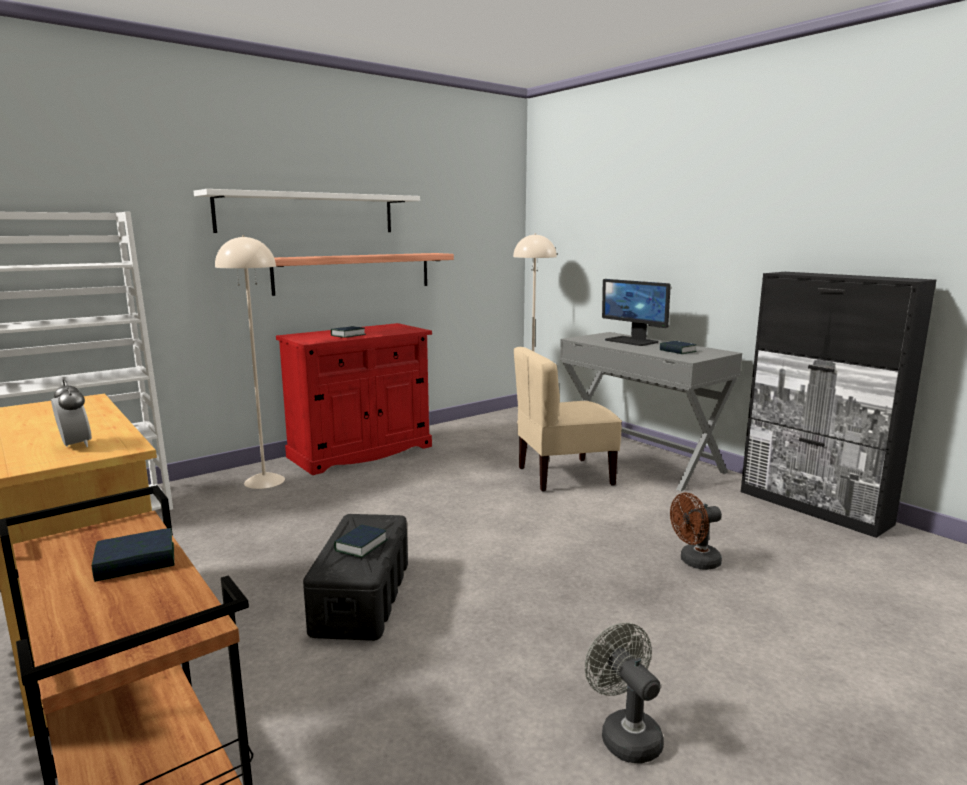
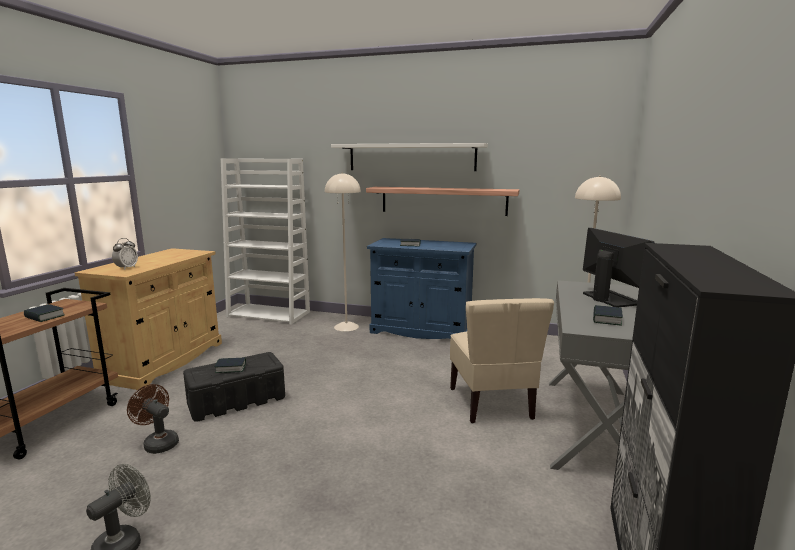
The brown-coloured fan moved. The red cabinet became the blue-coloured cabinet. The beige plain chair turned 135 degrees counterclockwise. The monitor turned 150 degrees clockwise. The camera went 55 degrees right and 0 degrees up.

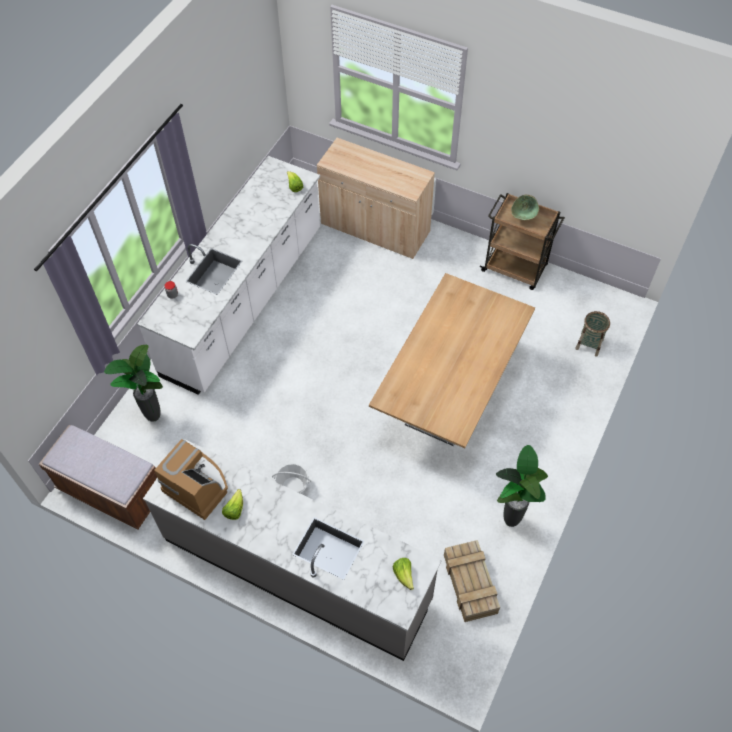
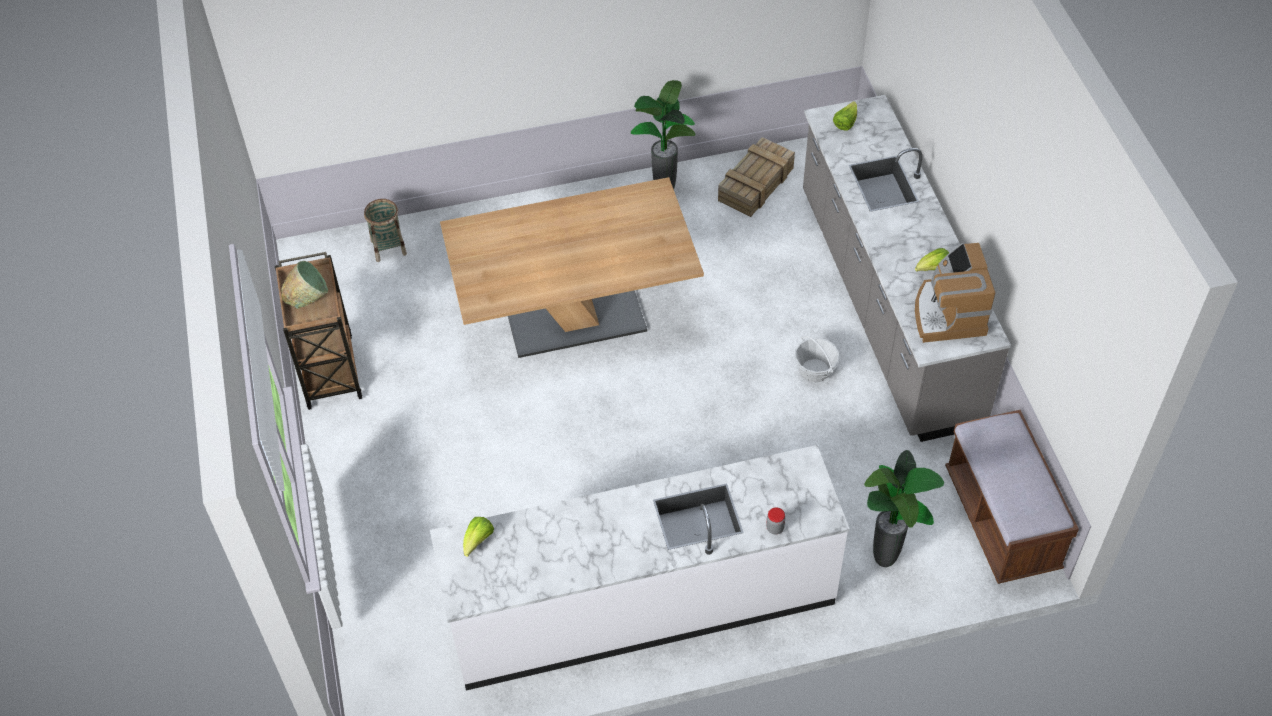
The beige cabinet disappeared. The camera went 130 degrees left and 5 degrees down.

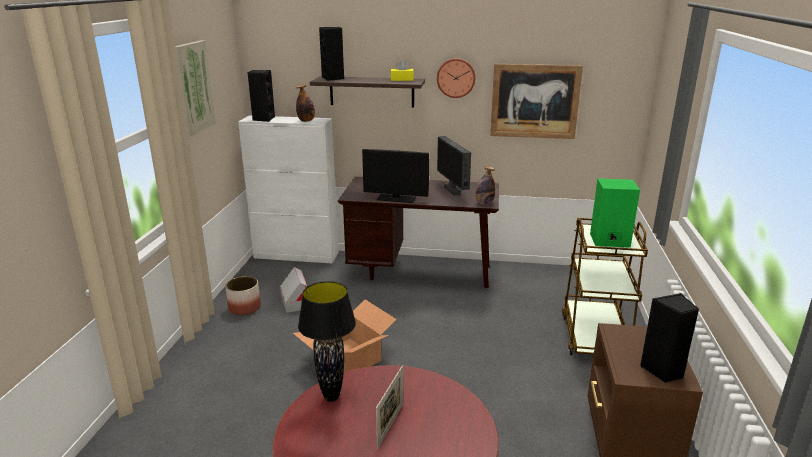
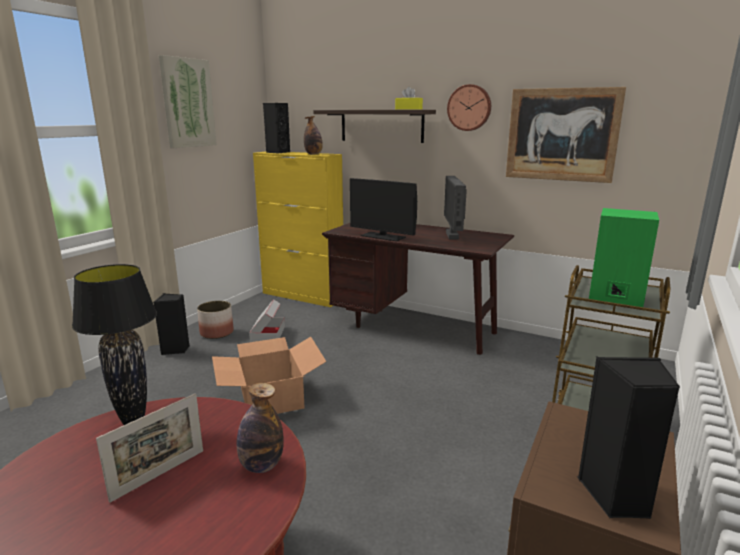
The black audio speaker (2nd from left in the first image) moved. The drink bottle (2nd from left in the first image) moved. The whitish cabinet became the yellowish cabinet. The camera went 20 degrees right and 5 degrees down.

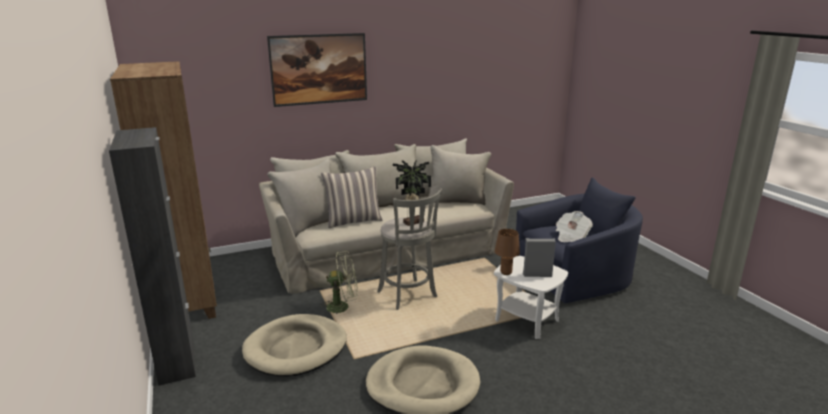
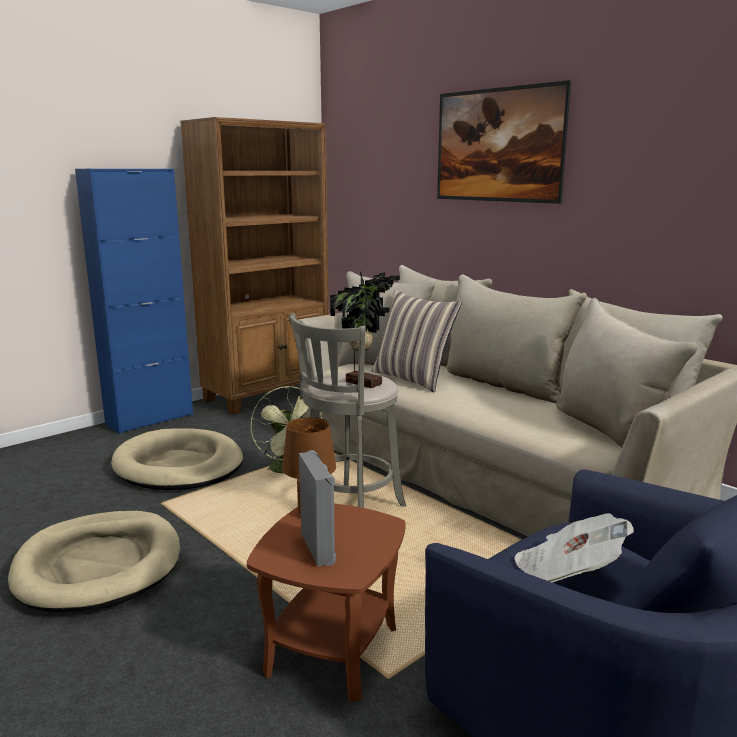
The black cabinet became the blue-coloured cabinet. The whitish end table became the brown-coloured end table. The camera went 70 degrees right and 5 degrees down.

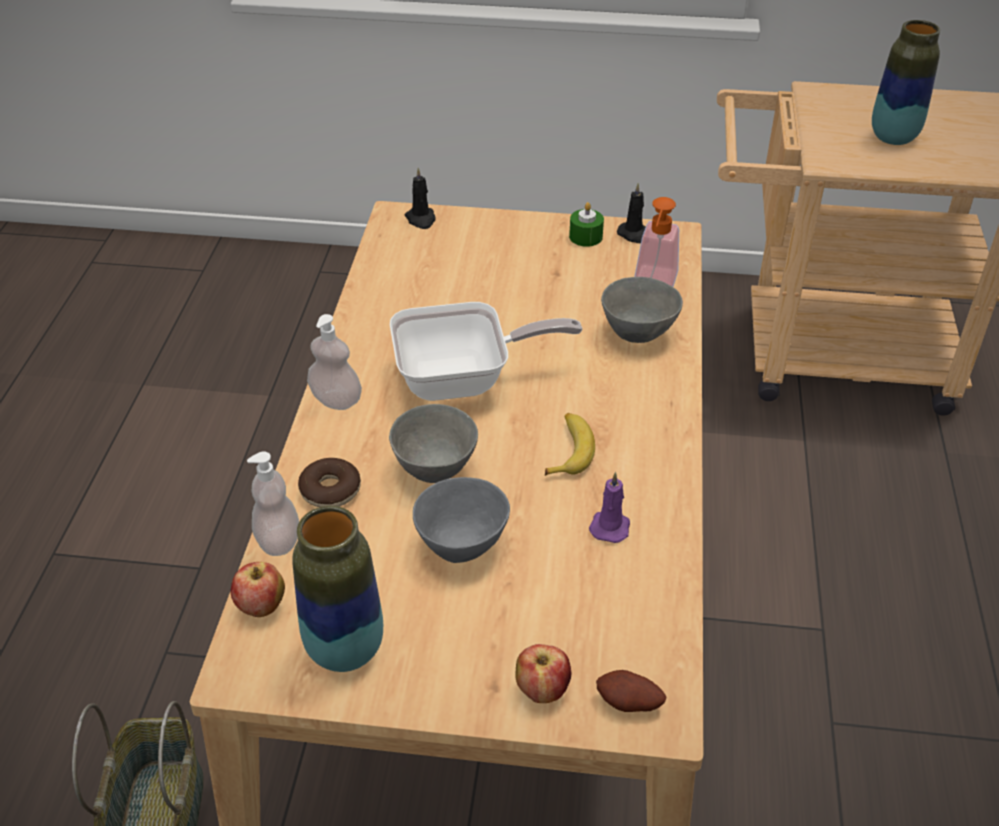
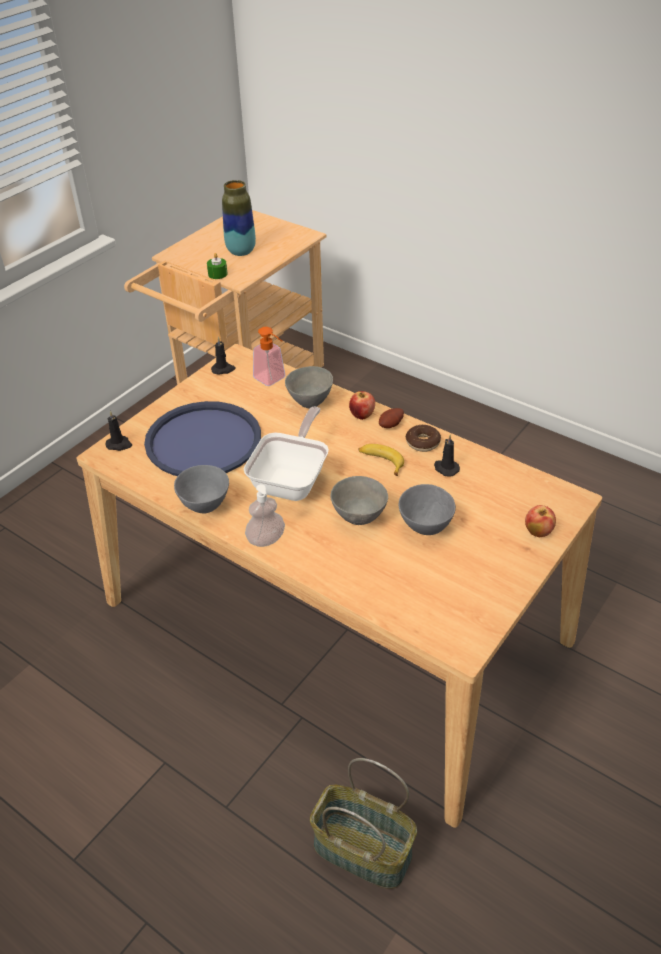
The blue-coloured serving tray appeared. The grey serving bowl (1st from left) appeared. The greenish wax light moved. The apple fruit (1st from left) moved. The potato moved. The doughnut moved. The purplish wax light became the black wax light (3rd from left). The liquid soap bottle (1st from left) disappeared. The flower vase (1st from left) disappeared. The camera went 60 degrees left and 0 degrees up.

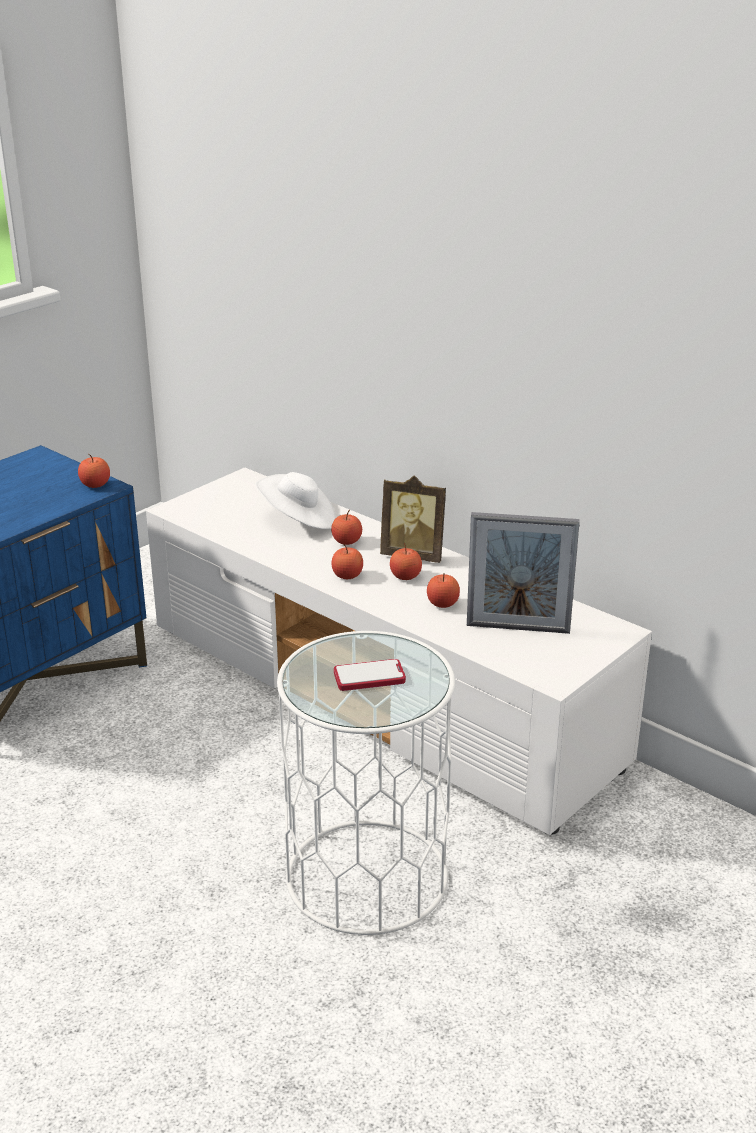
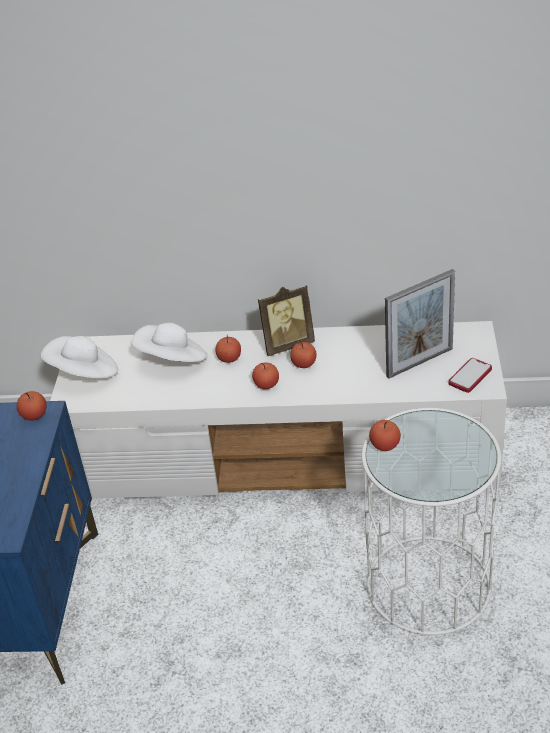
The whitish wearable hat (1st from left) appeared. The apple fruit (5th from left) moved. The phone moved. The camera went 35 degrees left and 10 degrees up.

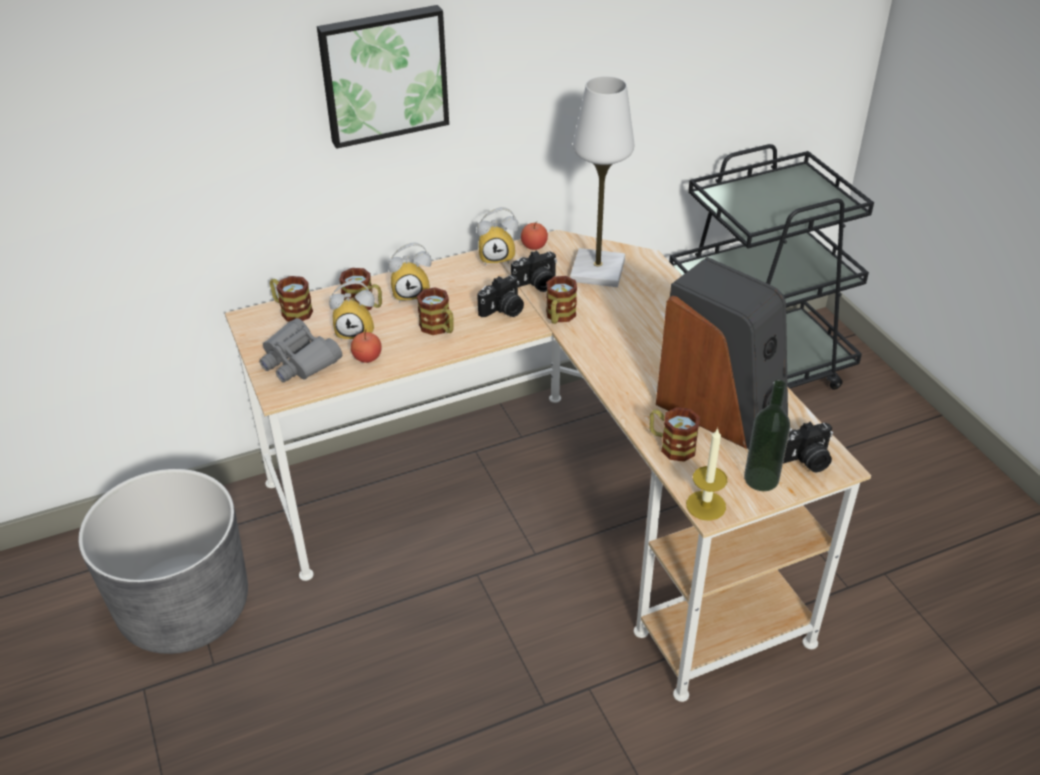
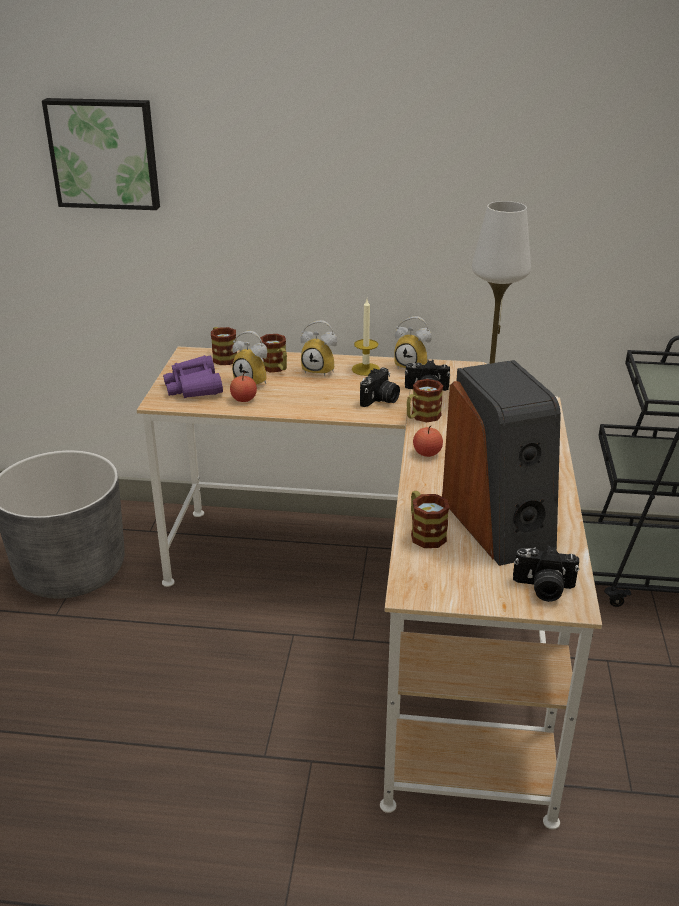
The wall art moved. The grey field glasses became the purplish field glasses. The wax light moved. The photo camera (1st from left) turned 45 degrees counterclockwise. The apple fruit (2nd from left) moved. The coffee mug (3rd from left) disappeared. The drink bottle disappeared. The camera went 30 degrees right and 10 degrees down.

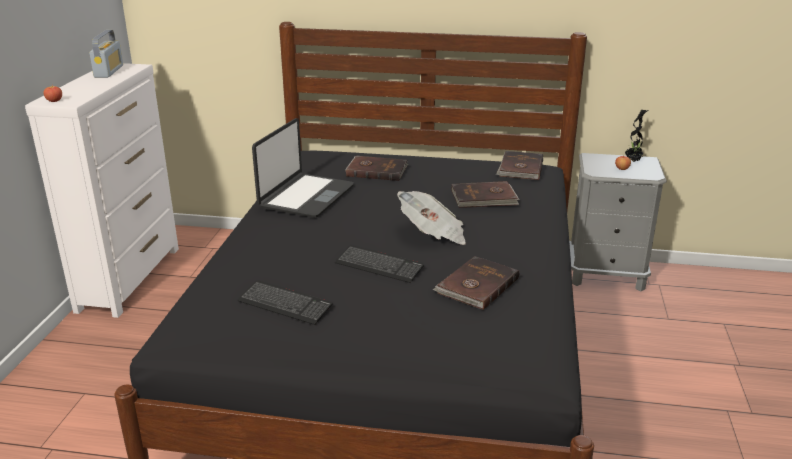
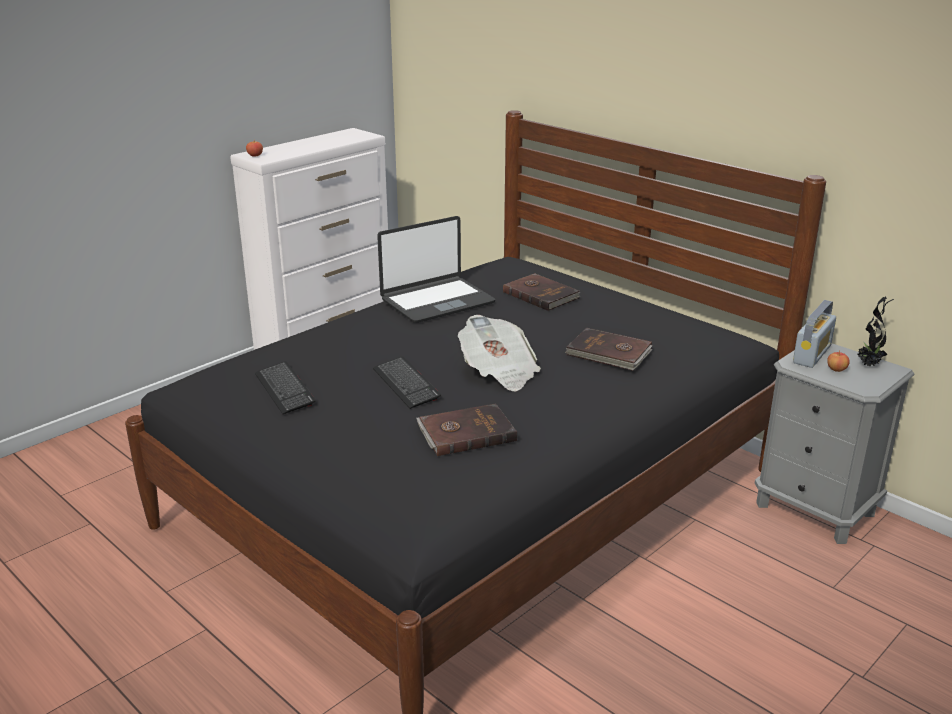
The radio receiver moved. The brown-coloured volume (4th from left) disappeared. The camera went 35 degrees right and 0 degrees up.

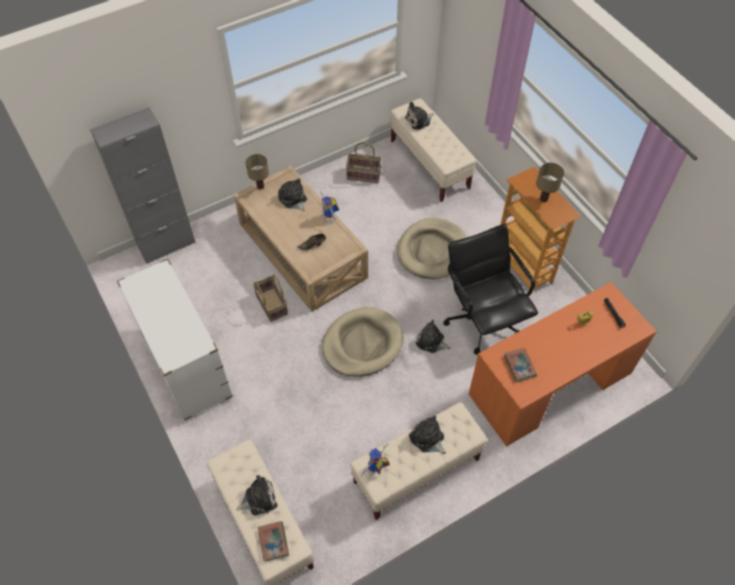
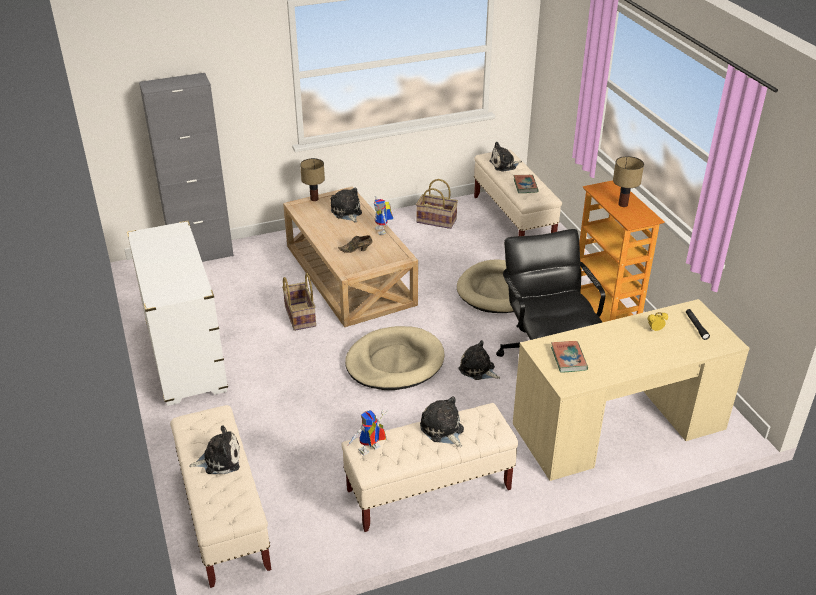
The volume (1st from left) moved. The orange-coloured desk table became the beige desk table. The camera went 10 degrees right and 20 degrees down.

